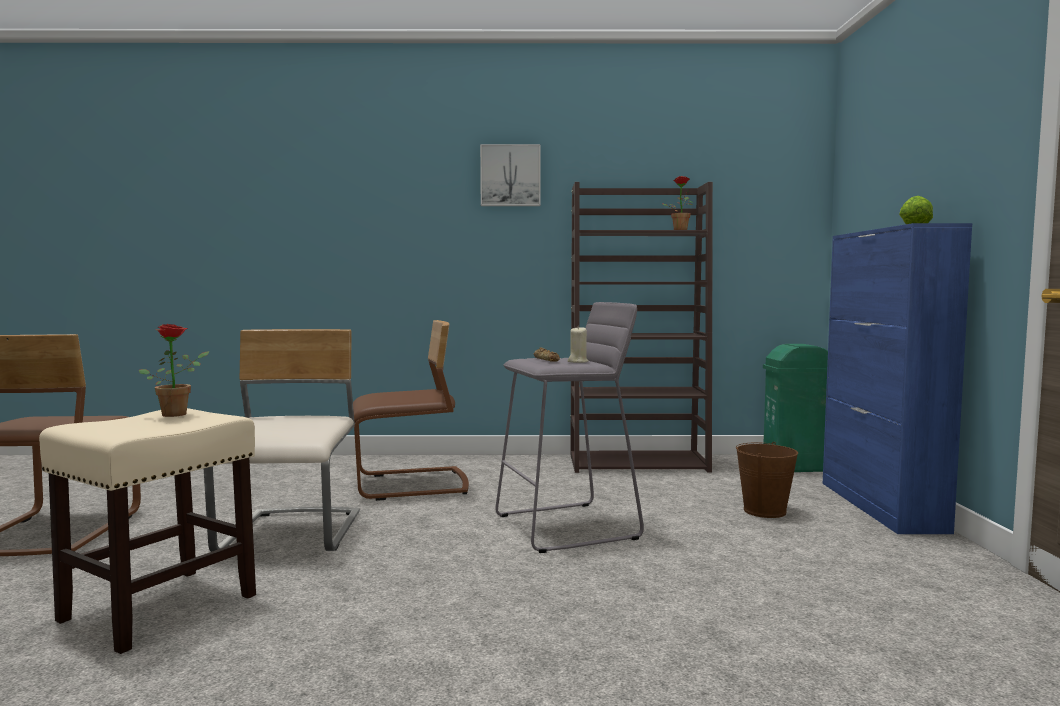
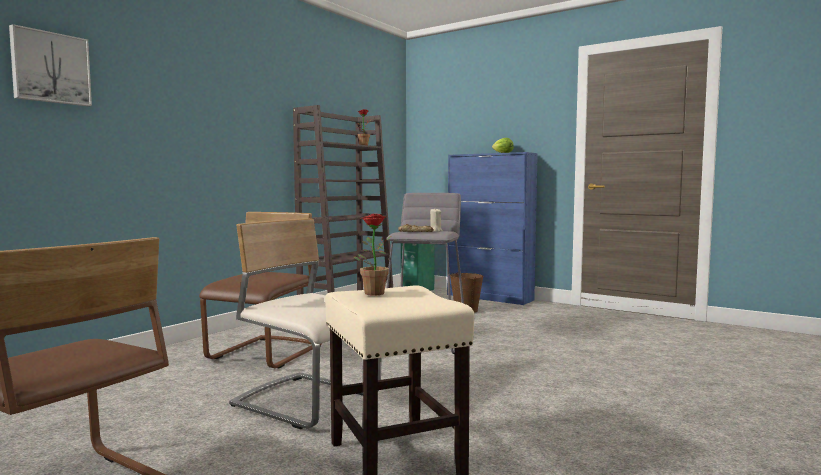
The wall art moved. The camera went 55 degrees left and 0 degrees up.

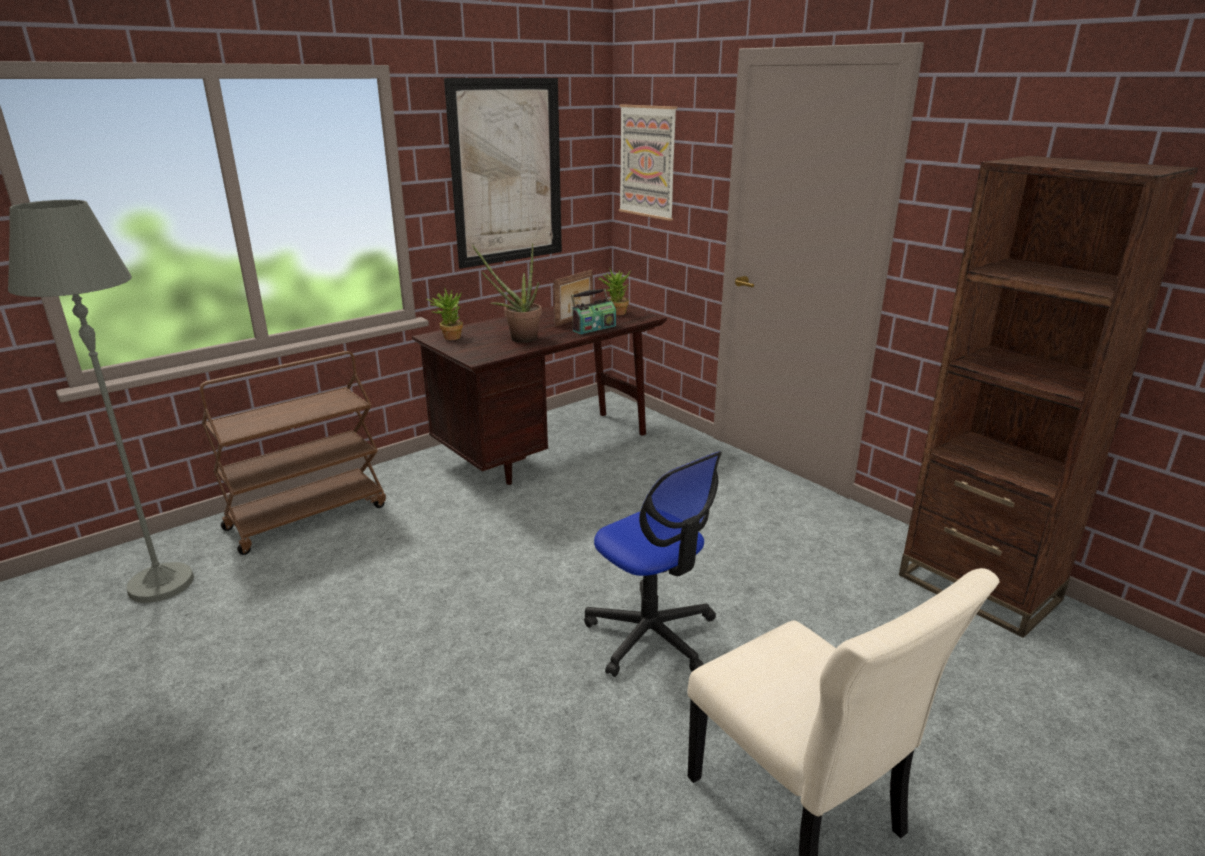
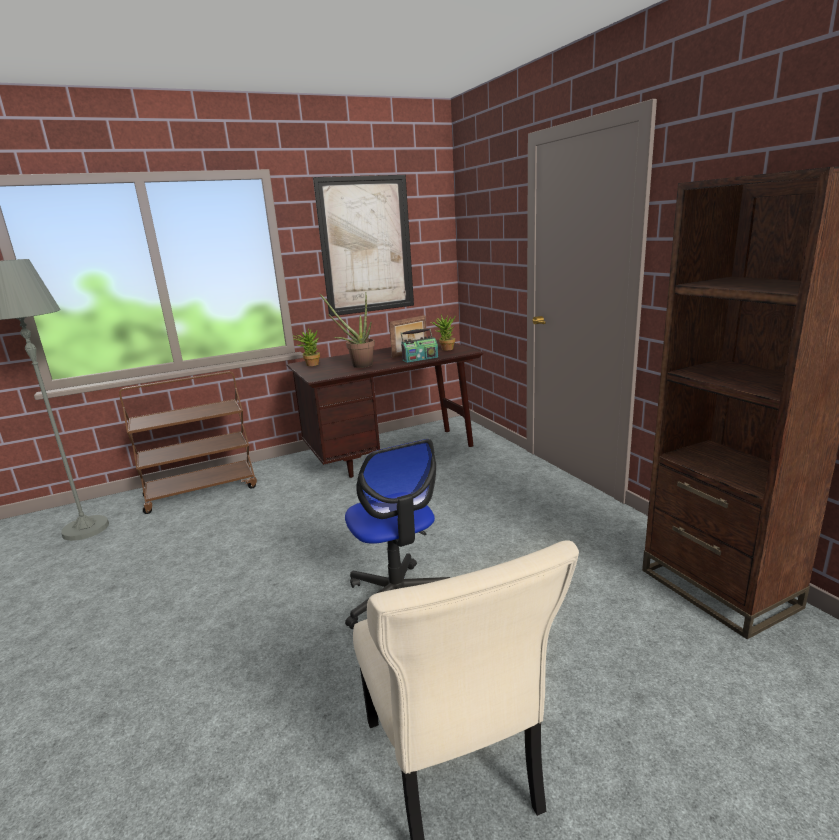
The wall art (2nd from left) disappeared. The camera went 15 degrees right and 5 degrees down.

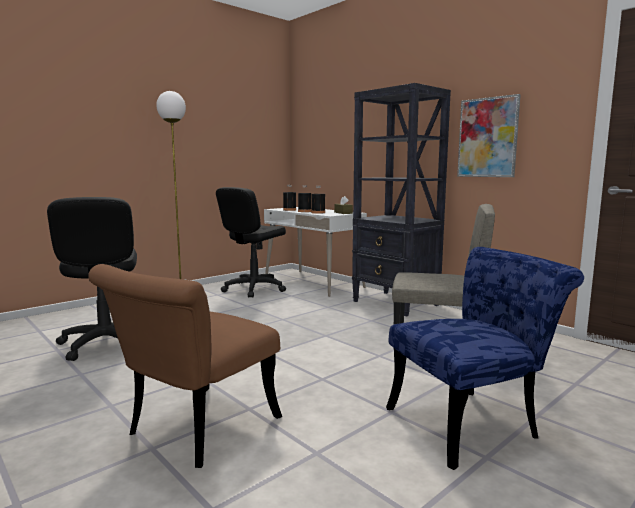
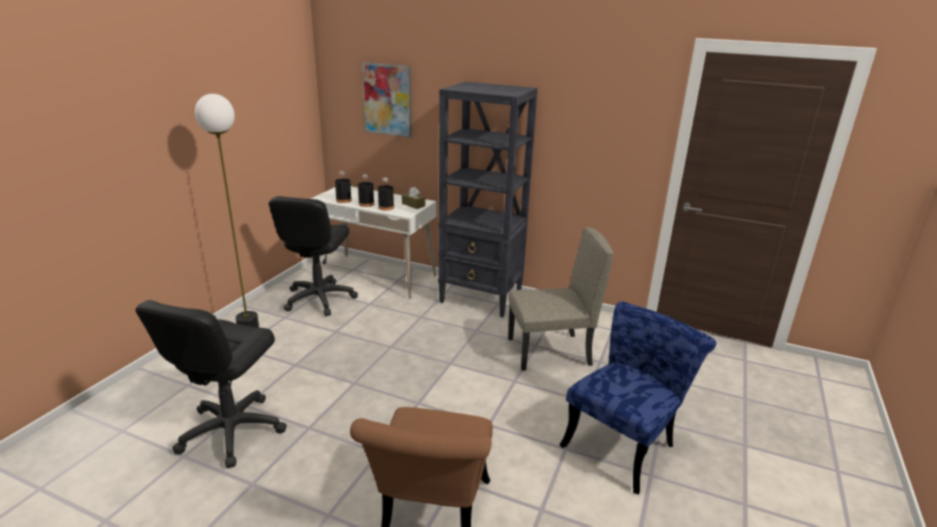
The black computer chair (1st from left) turned 60 degrees clockwise. The wall art moved. The camera went 25 degrees left and 15 degrees up.

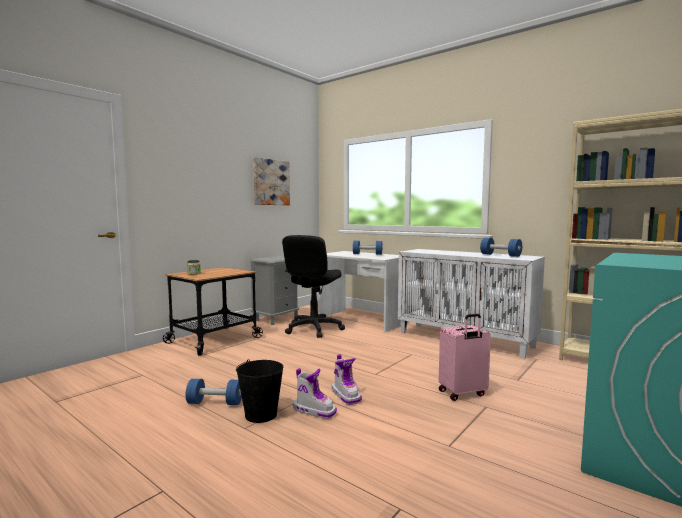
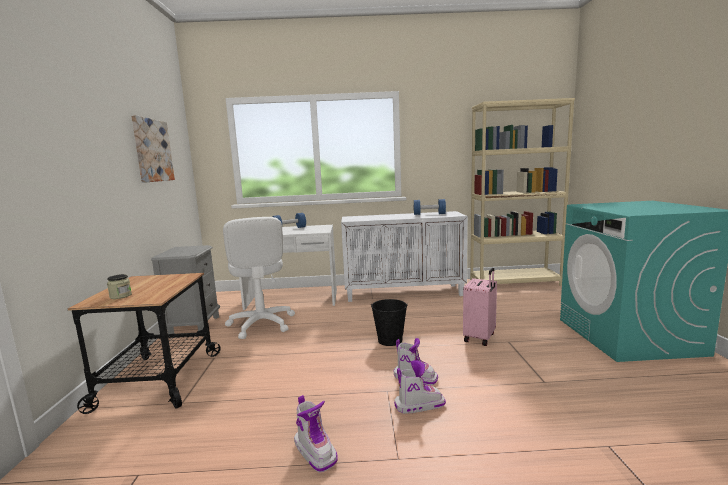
The black computer chair became the whitish computer chair. The blue-coloured hand weight (1st from left) was replaced by the boot (1st from left). The black water bucket moved. The camera went 40 degrees left and 5 degrees up.

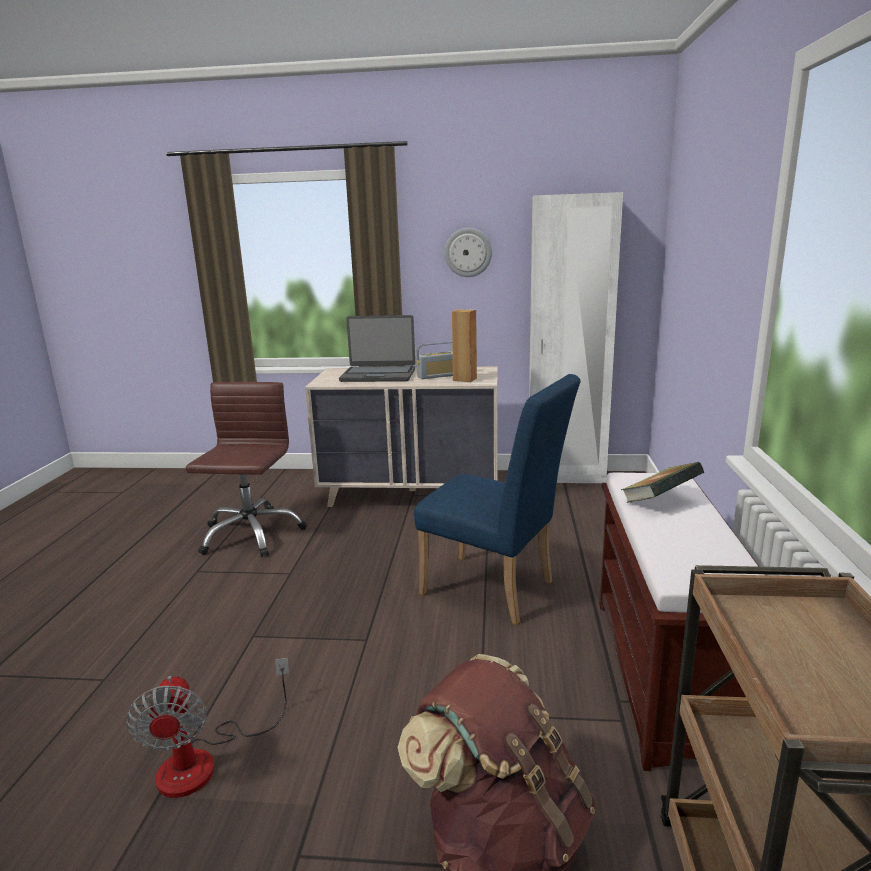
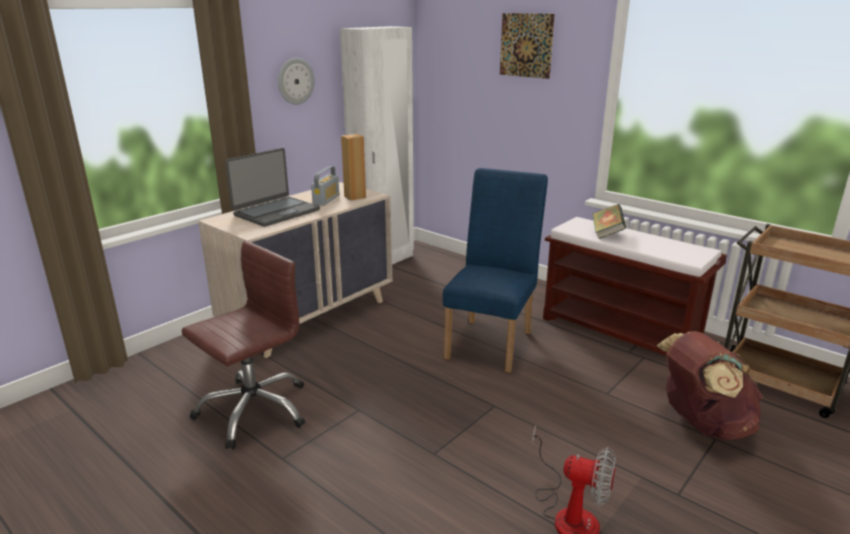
The brown-coloured computer chair turned 90 degrees clockwise. The blue-coloured plain chair turned 45 degrees counterclockwise. The wall art appeared. The camera went 55 degrees left and 5 degrees up.

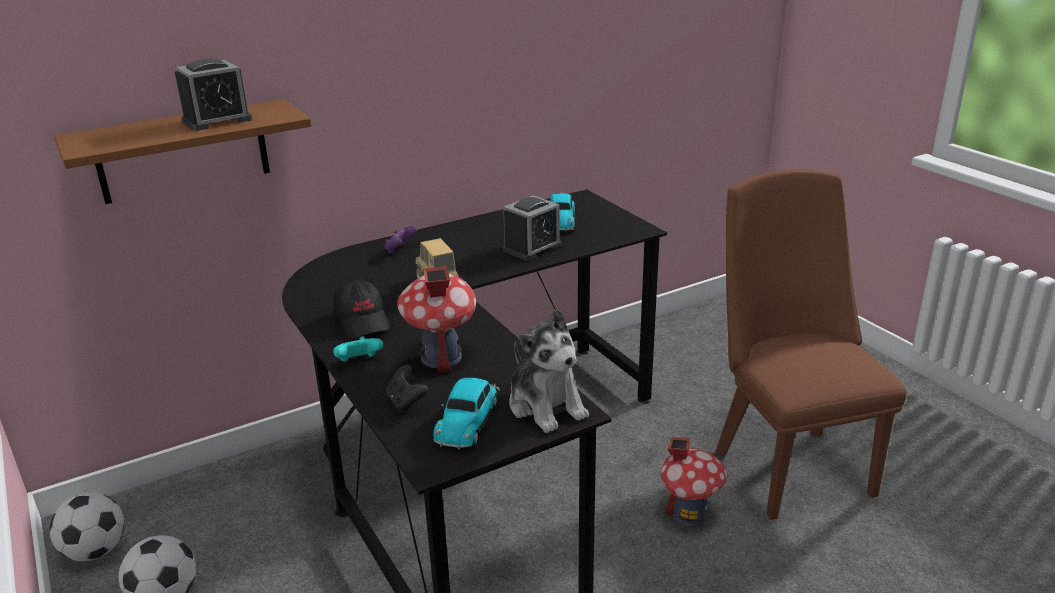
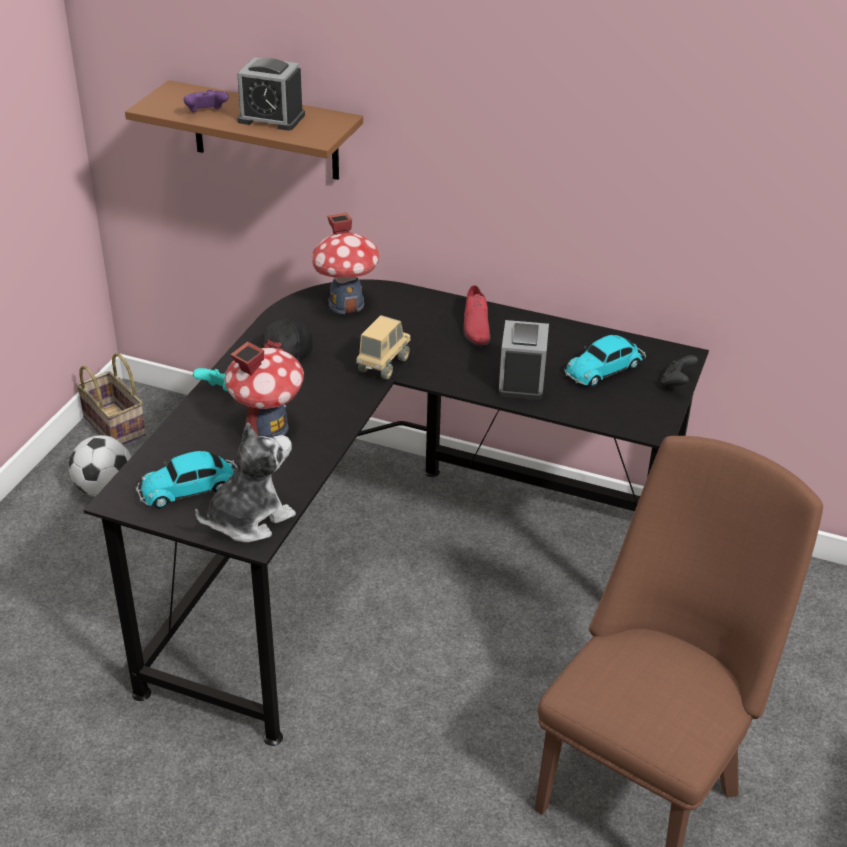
The football ball (1st from left) was replaced by the basket. The purplish gamepad moved. The soft toy turned 150 degrees counterclockwise. The miniature house (2nd from left) moved. The red item of footwear appeared. The bedside clock (2nd from left) turned 90 degrees clockwise. The black gamepad moved. The camera went 50 degrees right and 10 degrees up.

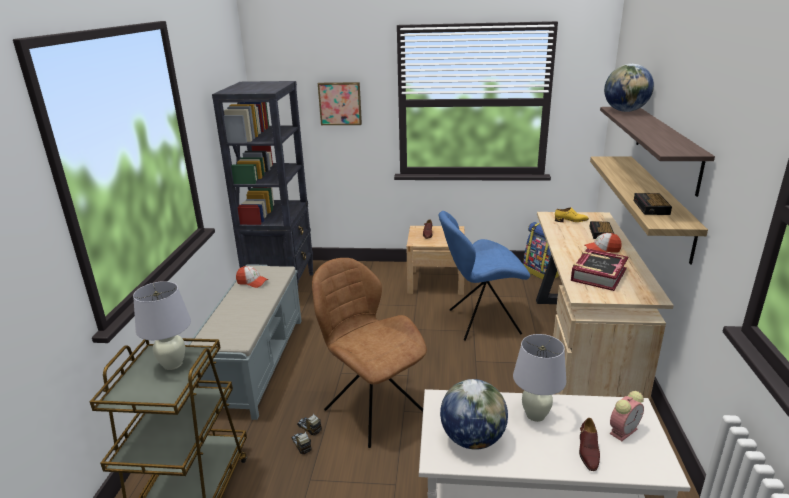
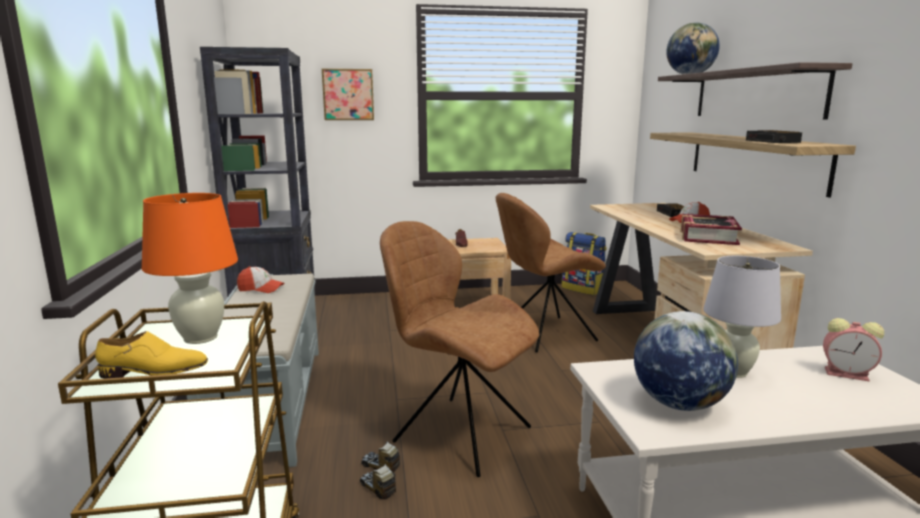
The yellowish item of footwear moved. The whitish tabletop lamp (1st from left) became the orange-coloured tabletop lamp. The blue-coloured plain chair became the brown-coloured plain chair (2nd from left). The bedside clock (2nd from left in the first image) turned 75 degrees clockwise. The brown-coloured item of footwear (2nd from left) disappeared. The camera went 15 degrees left and 10 degrees down.

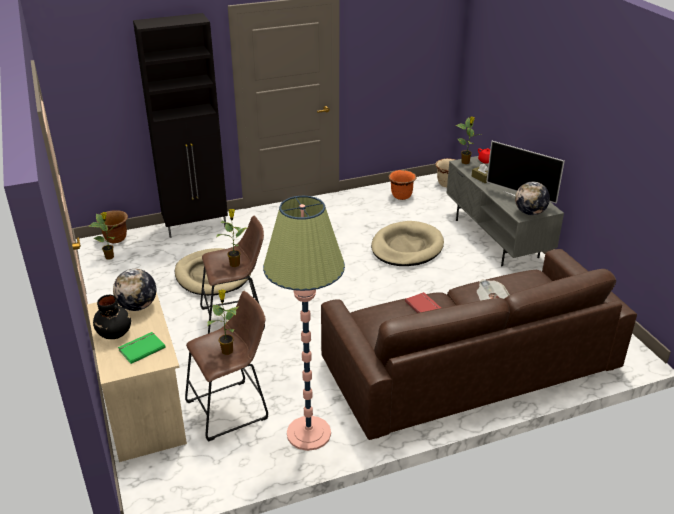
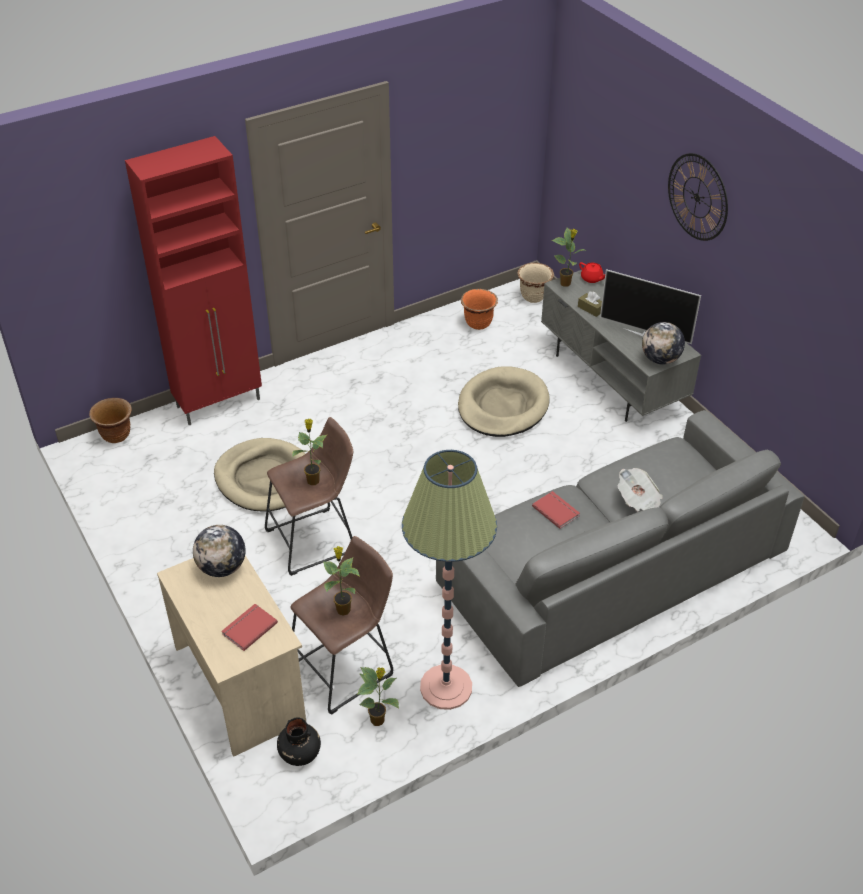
The black cabinet became the red cabinet. The greenish volume became the red volume (1st from left). The black flower vase moved. The plant in a pot (1st from left in the first image) moved. The brown-coloured sofa became the grey sofa. The clock on the wall appeared. The camera went 10 degrees left and 10 degrees up.

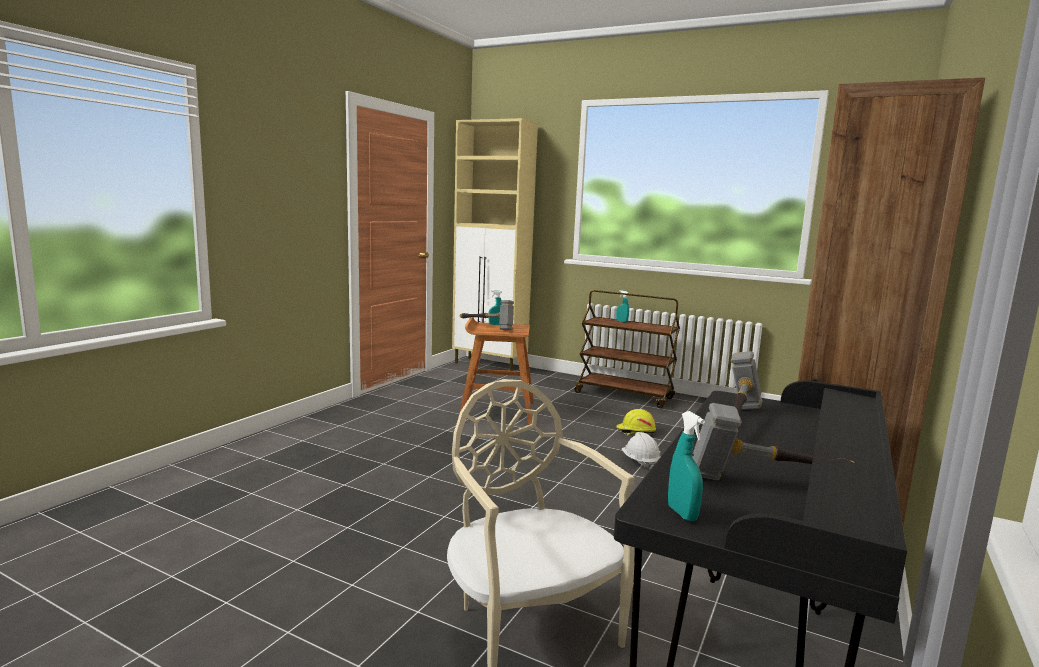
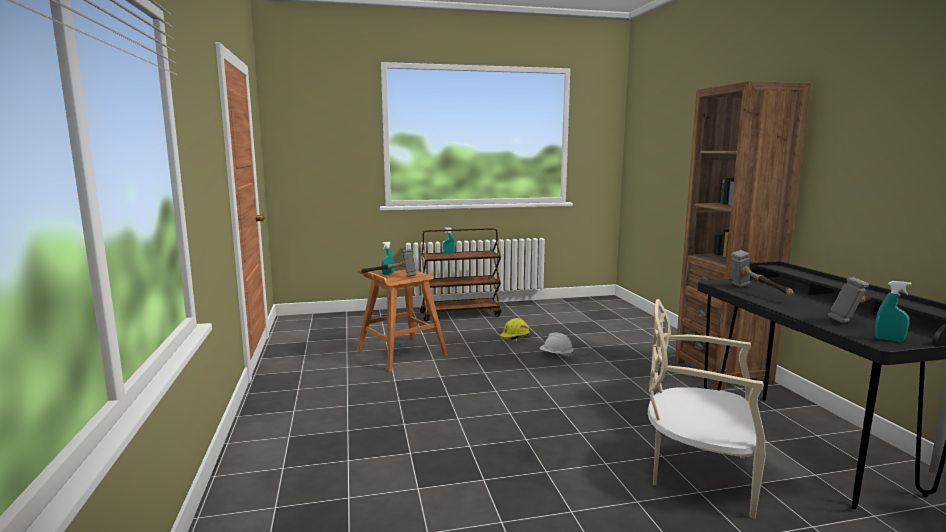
The beige cabinet disappeared. The camera went 40 degrees left and 0 degrees up.

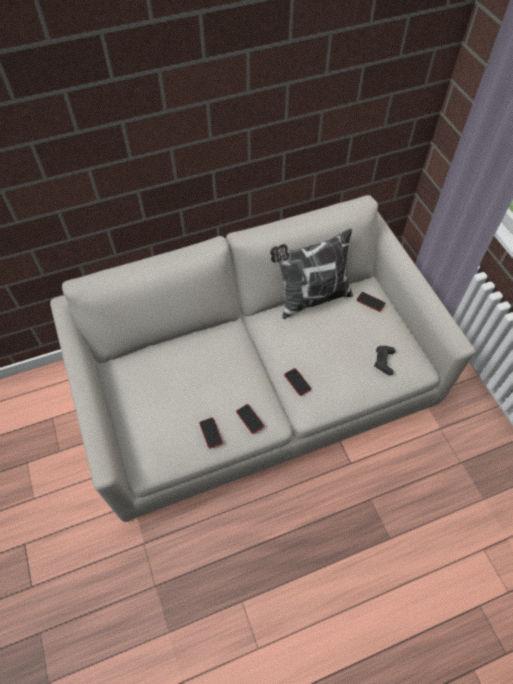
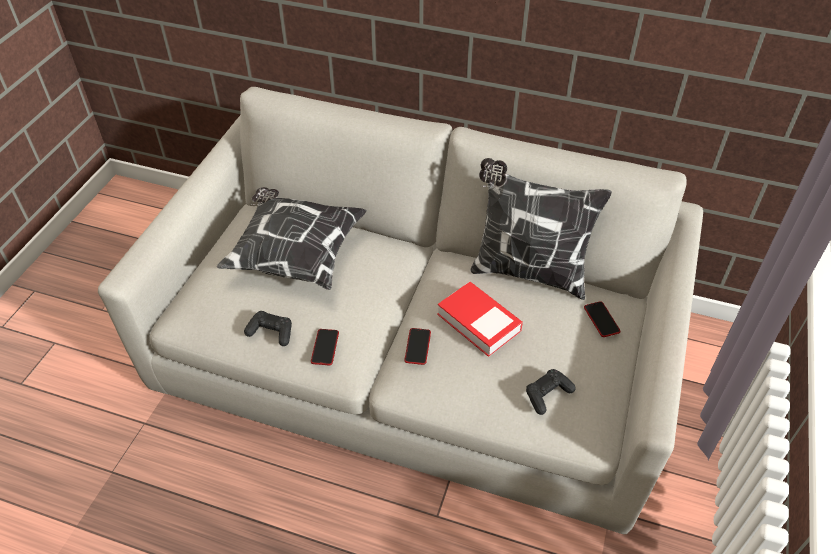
The throw pillow (1st from left) appeared. The phone (1st from left) was replaced by the black gamepad (1st from left). The volume appeared. The camera went 40 degrees right and 10 degrees down.

